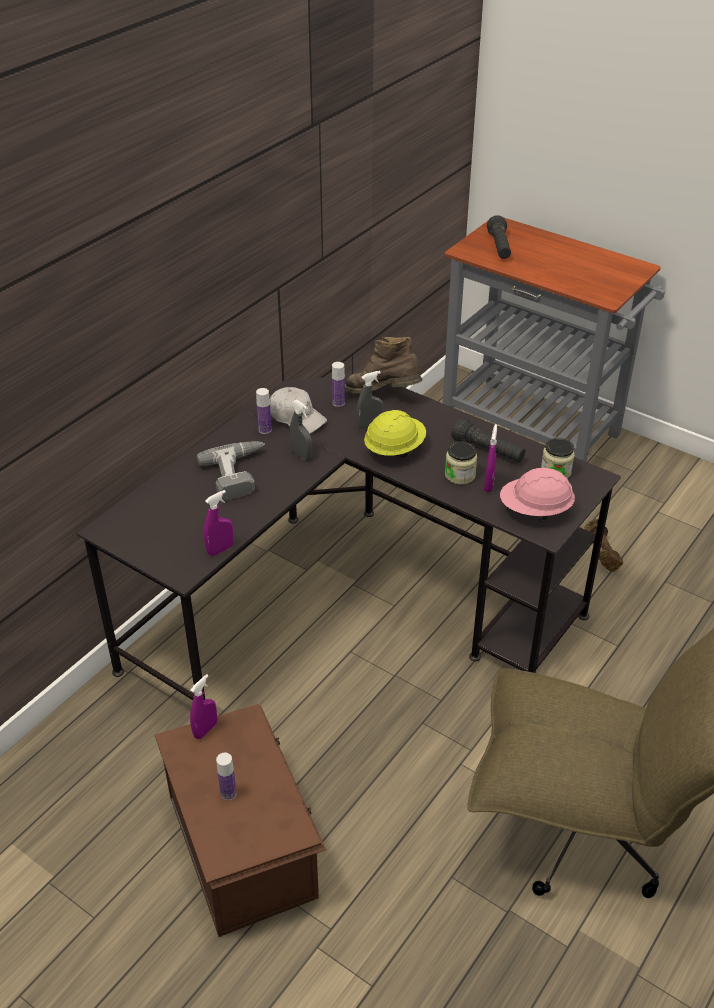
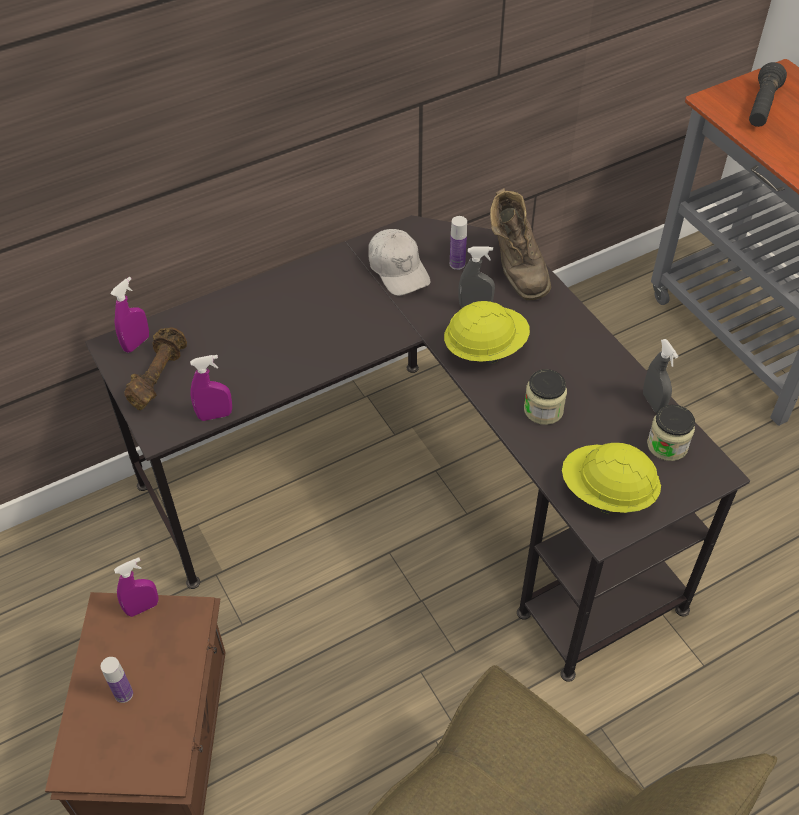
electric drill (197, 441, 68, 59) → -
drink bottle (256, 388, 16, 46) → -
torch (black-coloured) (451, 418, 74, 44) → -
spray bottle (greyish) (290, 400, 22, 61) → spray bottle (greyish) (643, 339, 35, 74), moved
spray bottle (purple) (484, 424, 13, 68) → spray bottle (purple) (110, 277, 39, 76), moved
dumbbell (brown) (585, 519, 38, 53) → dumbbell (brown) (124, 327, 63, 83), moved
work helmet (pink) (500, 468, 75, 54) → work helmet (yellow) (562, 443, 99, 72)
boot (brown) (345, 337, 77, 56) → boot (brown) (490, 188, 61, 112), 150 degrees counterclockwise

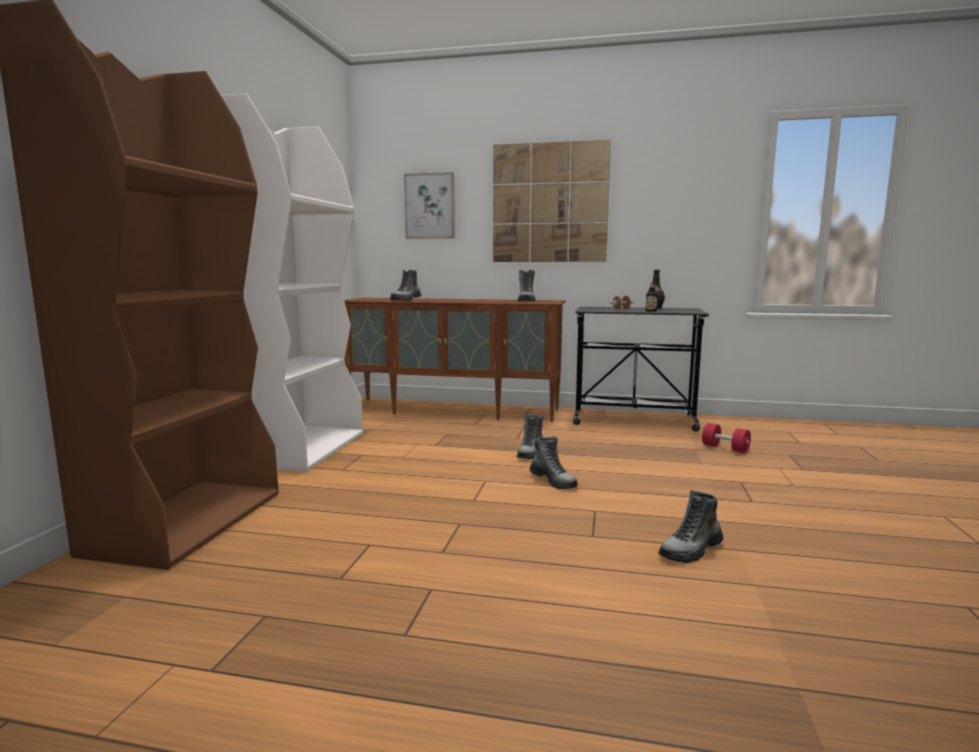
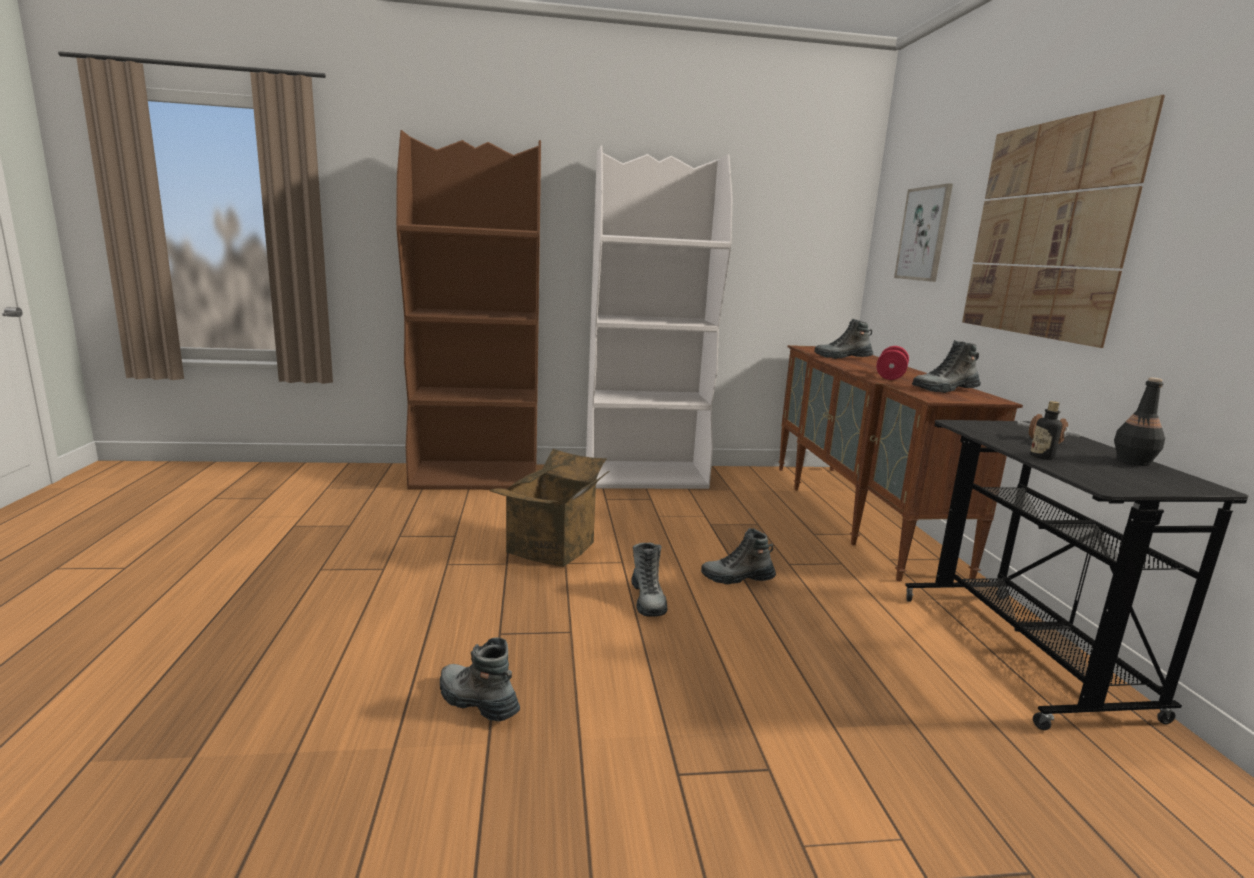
- → cardboard box (489, 449, 120, 118)
dumbbell (reddish) (702, 423, 49, 30) → dumbbell (reddish) (876, 346, 33, 34), moved
boot (530, 436, 48, 53) → boot (631, 543, 36, 74), 45 degrees counterclockwise

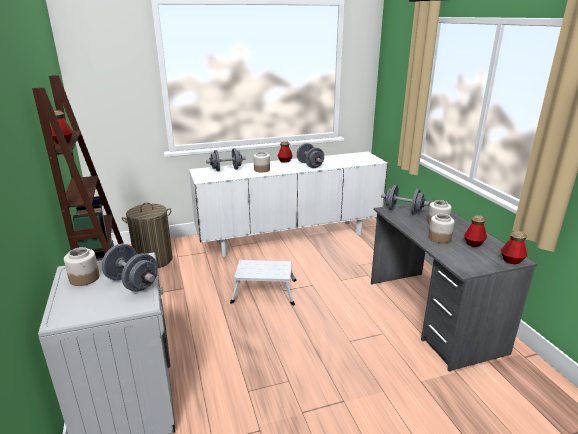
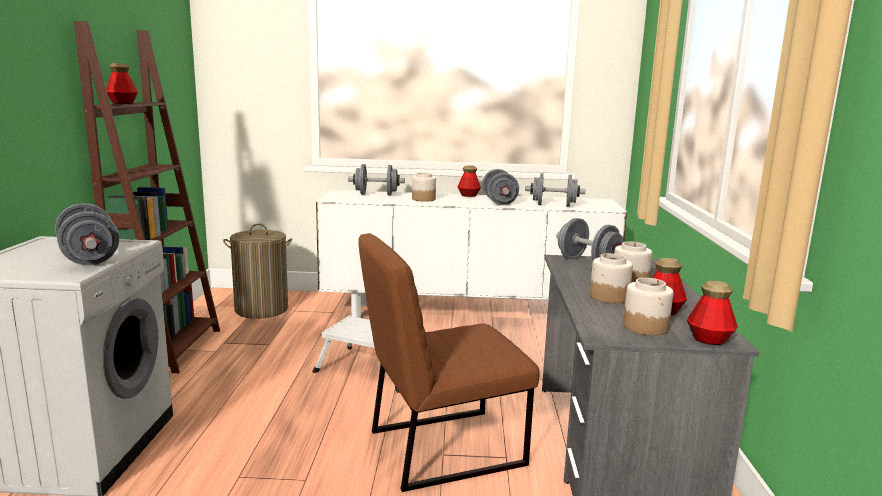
- → upright chair (brown) (359, 233, 181, 259)
- → dumbbell (greyish) (525, 173, 60, 34)
jar (64, 247, 36, 39) → jar (623, 278, 50, 58), moved

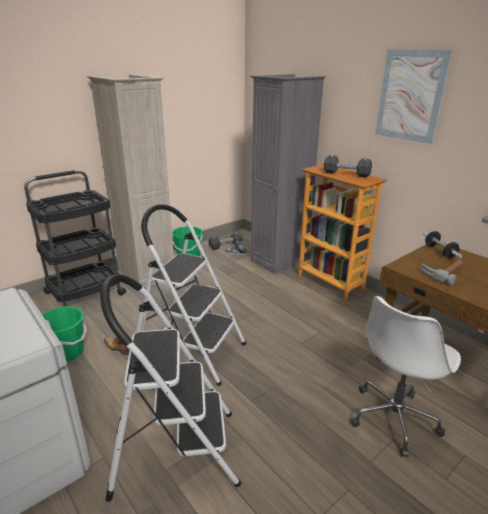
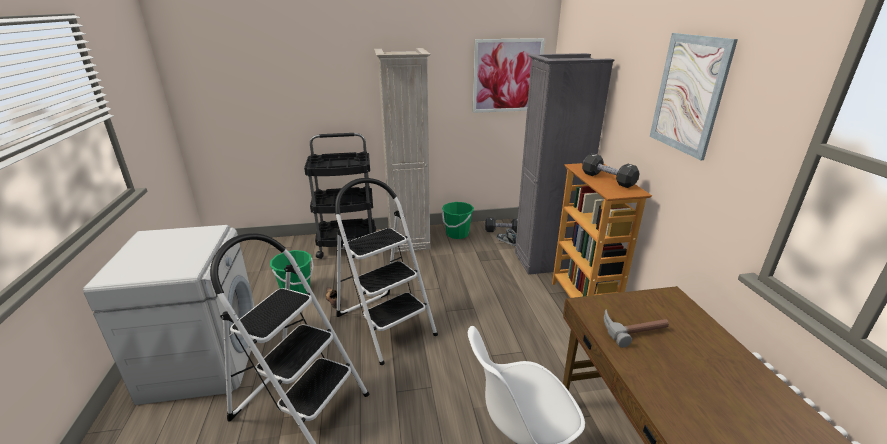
dumbbell (423, 231, 40, 27) → -
- → wall art (473, 38, 72, 75)

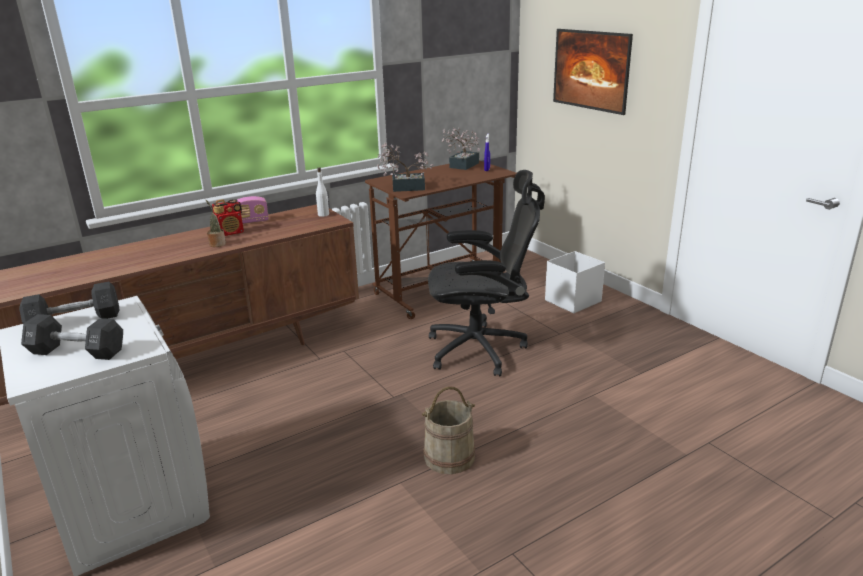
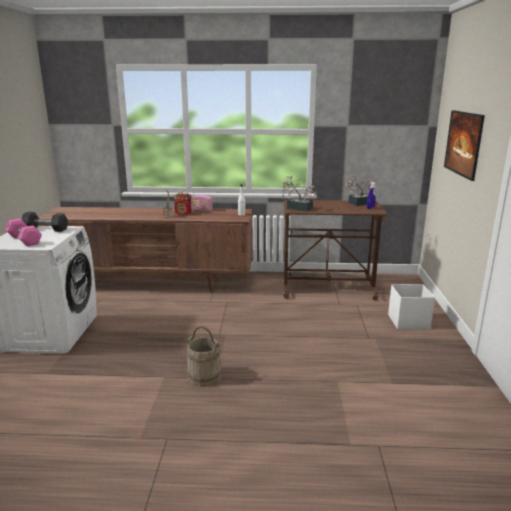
computer chair (428, 170, 117, 206) → -
dumbbell (black-coloured) (21, 314, 102, 46) → dumbbell (pink) (5, 219, 37, 28)

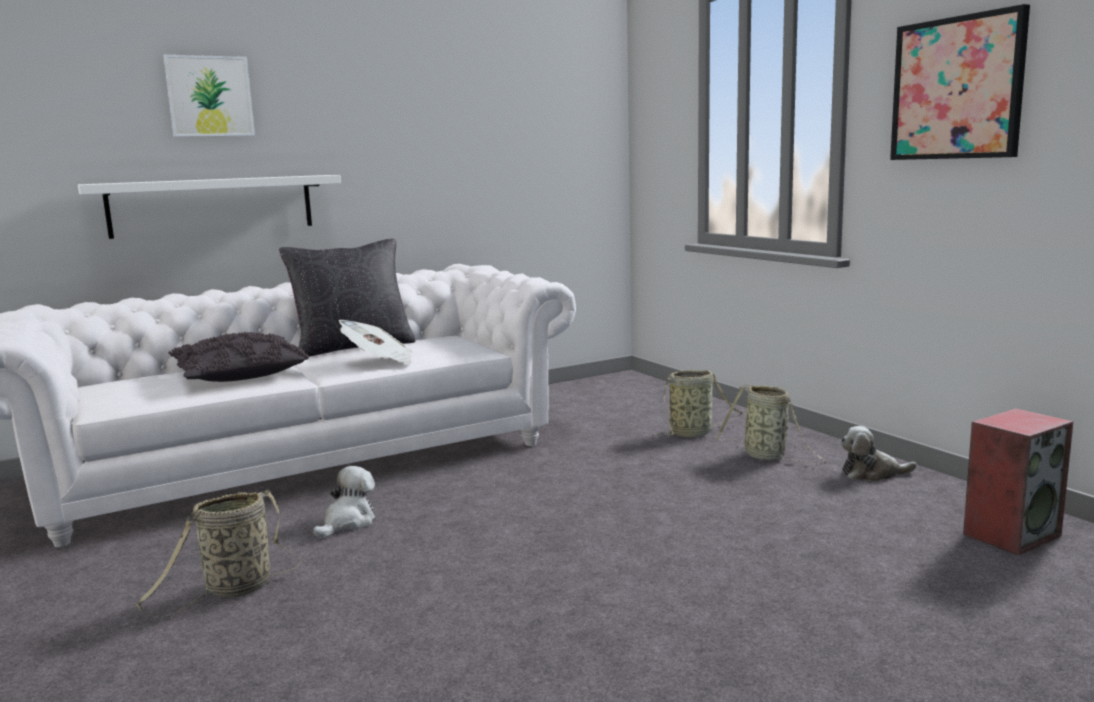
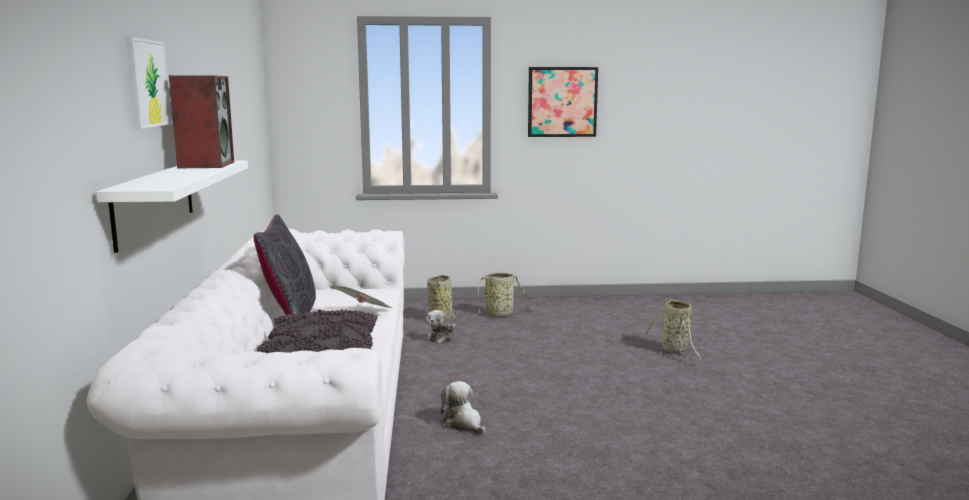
household basket (136, 490, 165, 127) → household basket (644, 299, 60, 61), moved
cuddly toy (840, 426, 77, 56) → cuddly toy (426, 310, 30, 33), moved
audio speaker (963, 408, 111, 147) → audio speaker (169, 75, 65, 93), moved

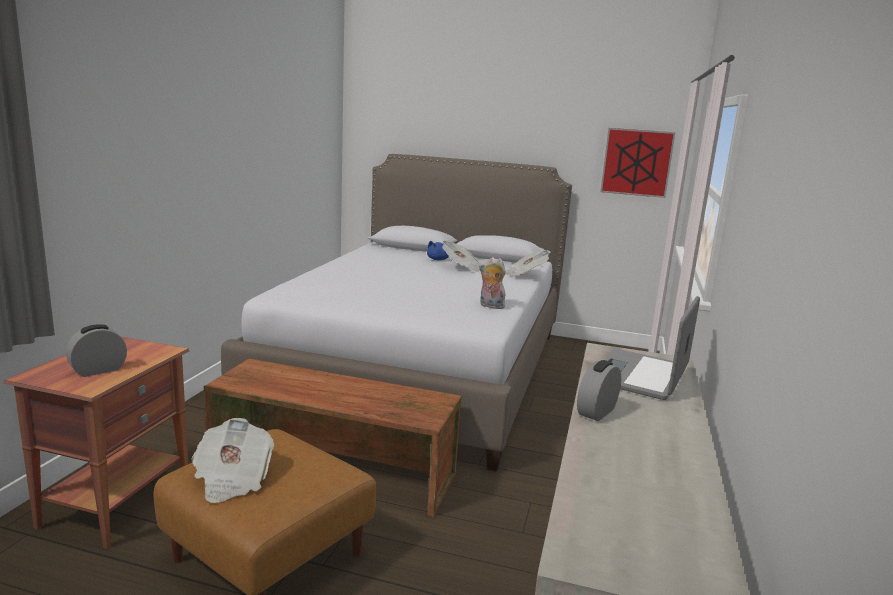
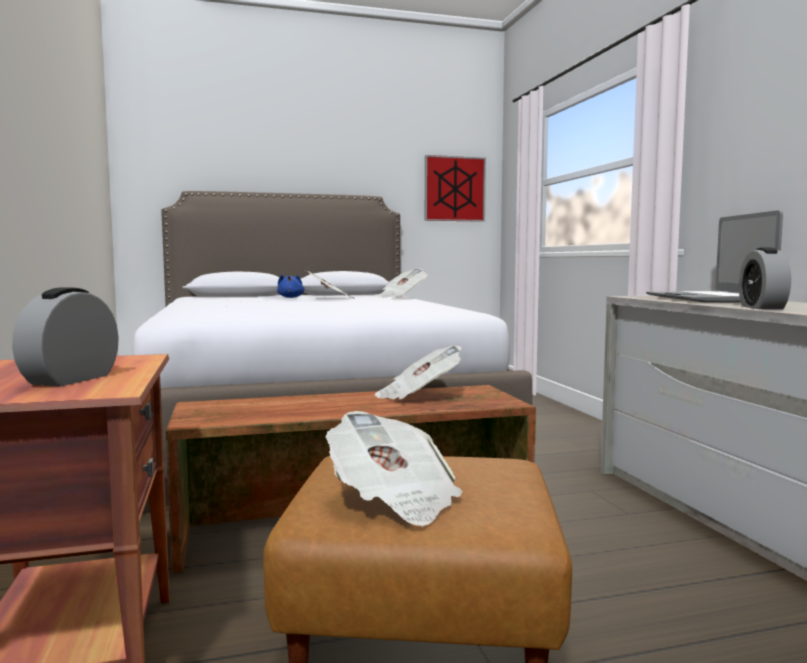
cuddly toy (479, 257, 27, 52) → -
- → printed paper (375, 346, 88, 53)

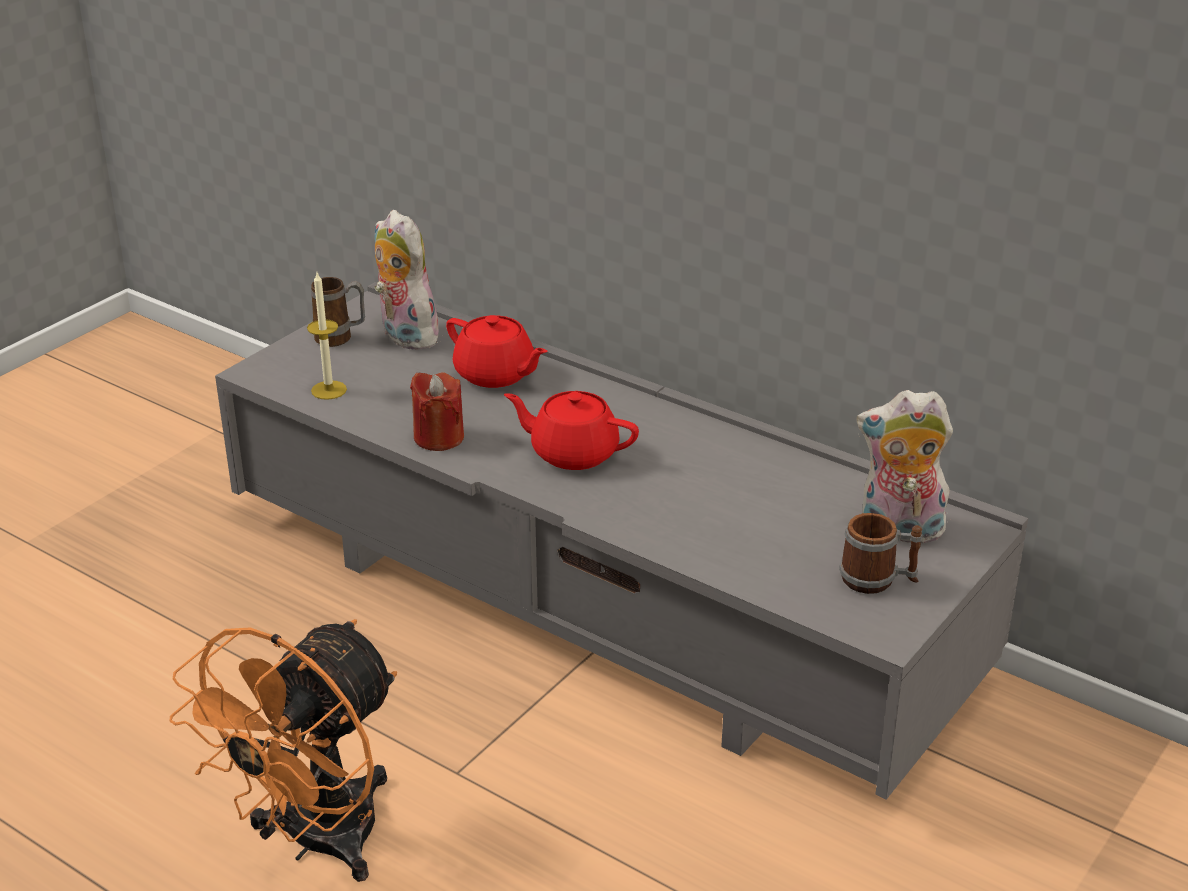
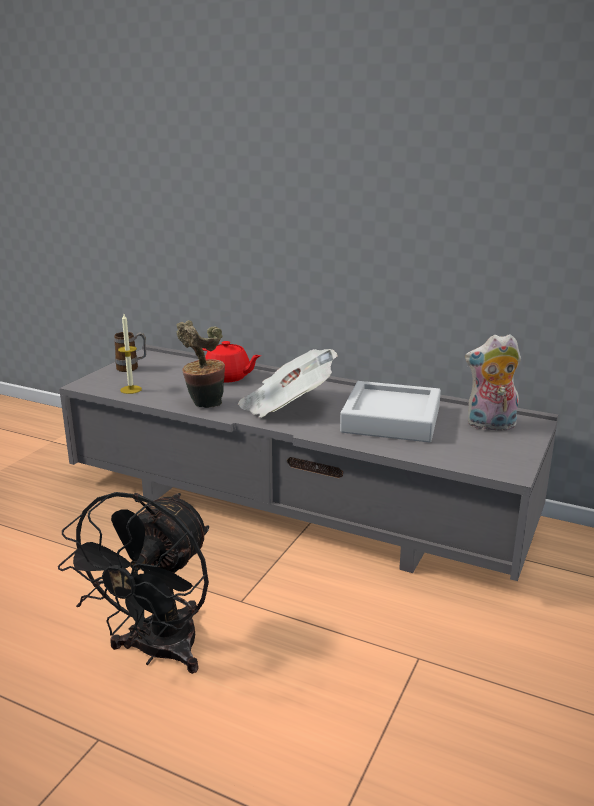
cuddly toy (374, 210, 70, 140) → -
coffee mug (839, 513, 84, 81) → -
- → carrying tray (greyish) (340, 381, 101, 61)
wax light (reddish) (410, 372, 54, 79) → plant in a pot (177, 320, 48, 88)
pot for tea (reddish) (504, 391, 135, 79) → printed paper (238, 349, 100, 69)
cooling fan (orangey) (169, 619, 228, 263) → cooling fan (black-coloured) (58, 492, 151, 182)

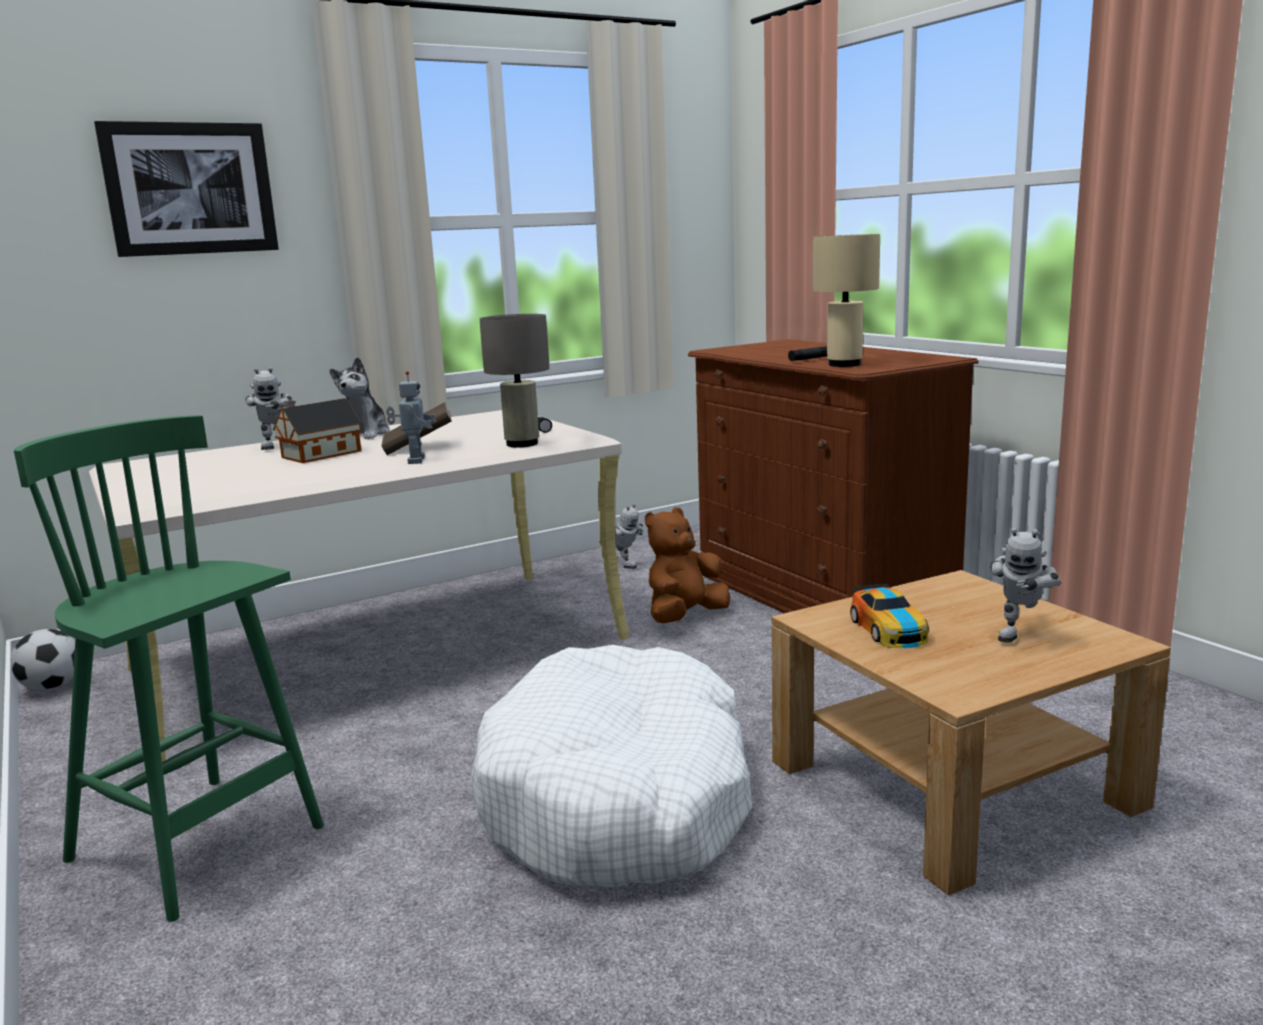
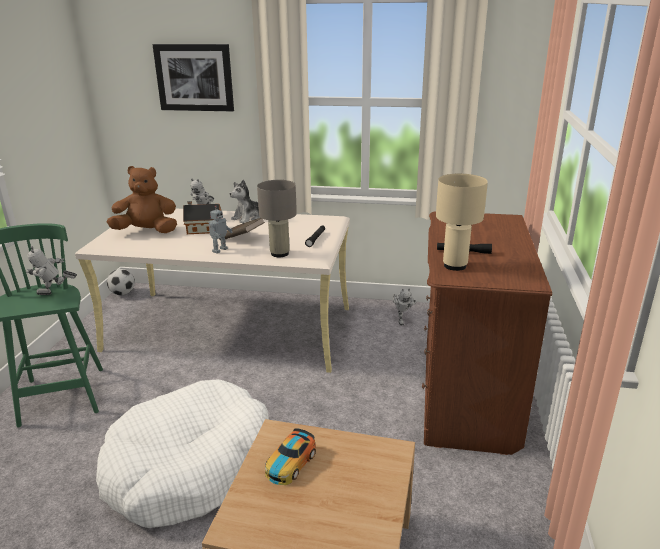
cuddly toy (brown) (645, 507, 85, 116) → cuddly toy (brown) (107, 166, 70, 67), moved
toy robot (990, 528, 71, 115) → toy robot (26, 246, 51, 49), moved

